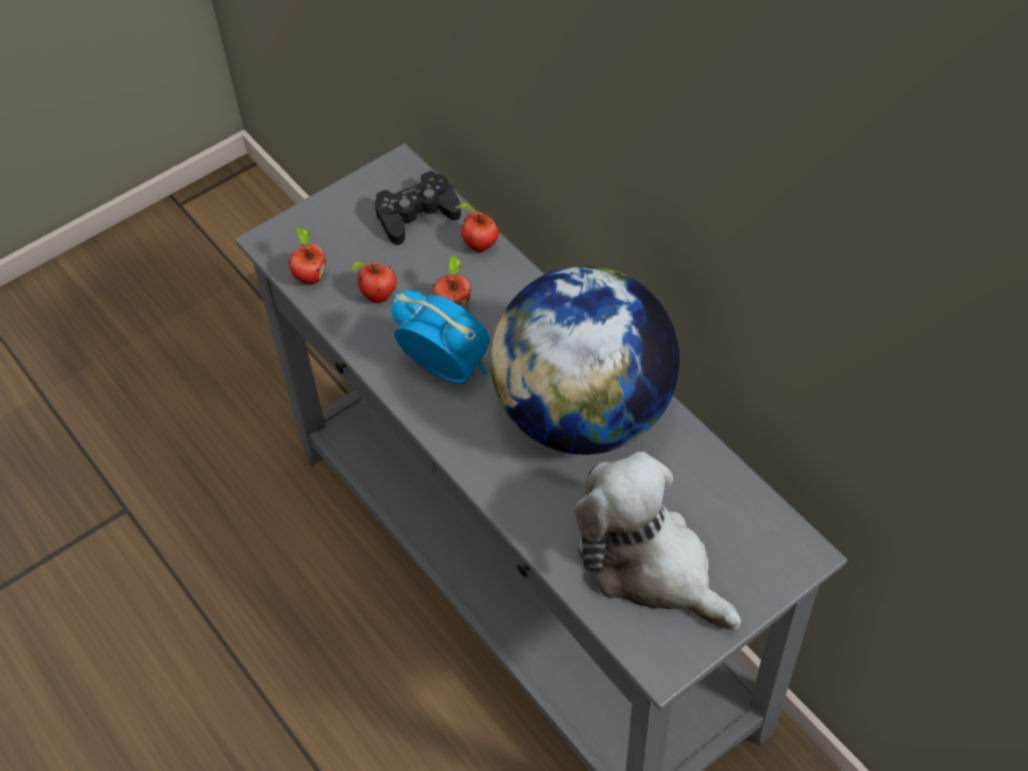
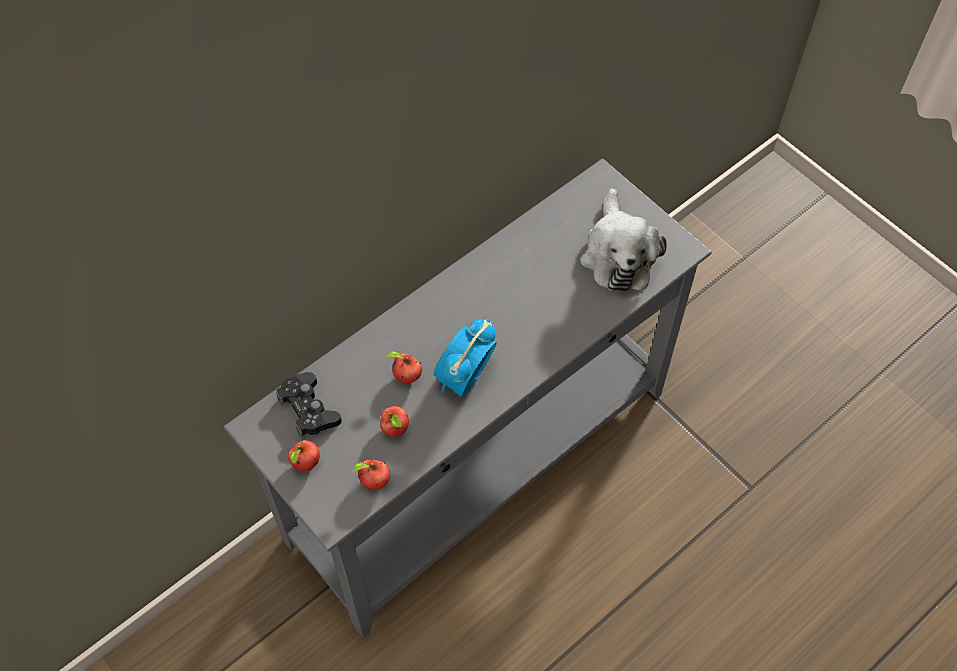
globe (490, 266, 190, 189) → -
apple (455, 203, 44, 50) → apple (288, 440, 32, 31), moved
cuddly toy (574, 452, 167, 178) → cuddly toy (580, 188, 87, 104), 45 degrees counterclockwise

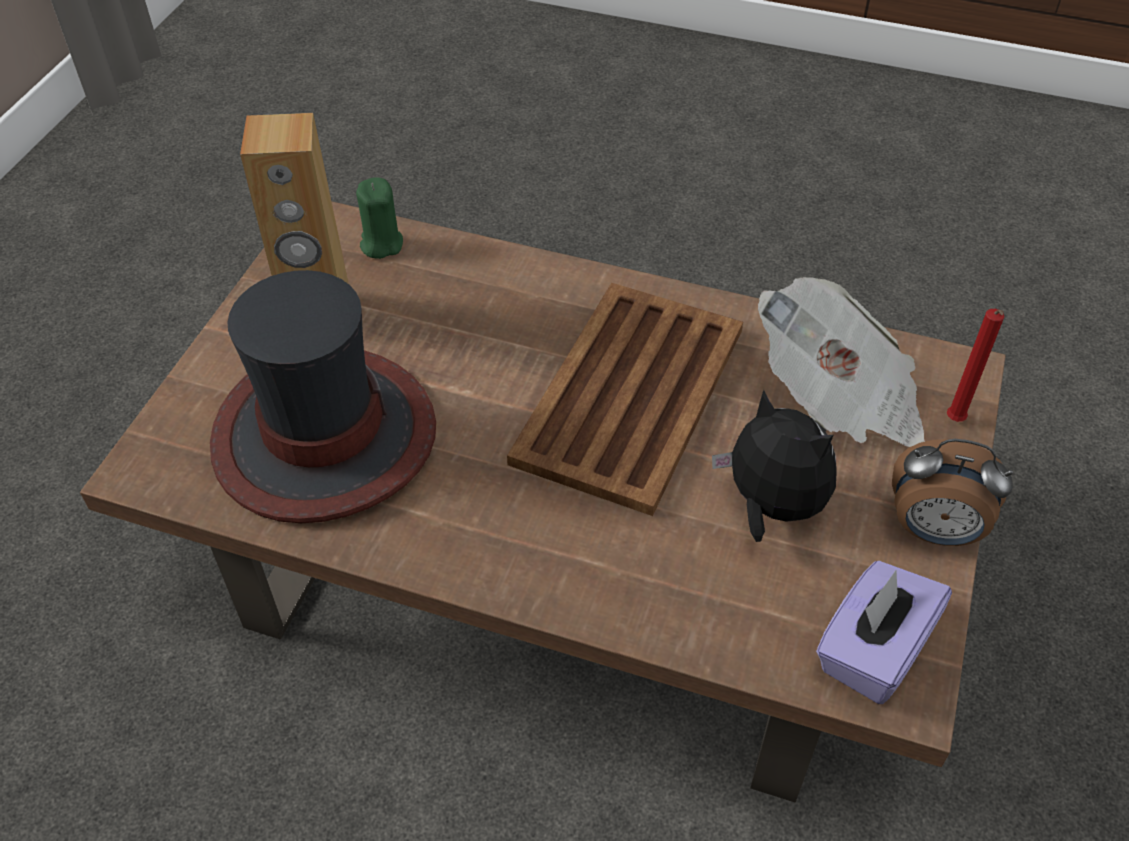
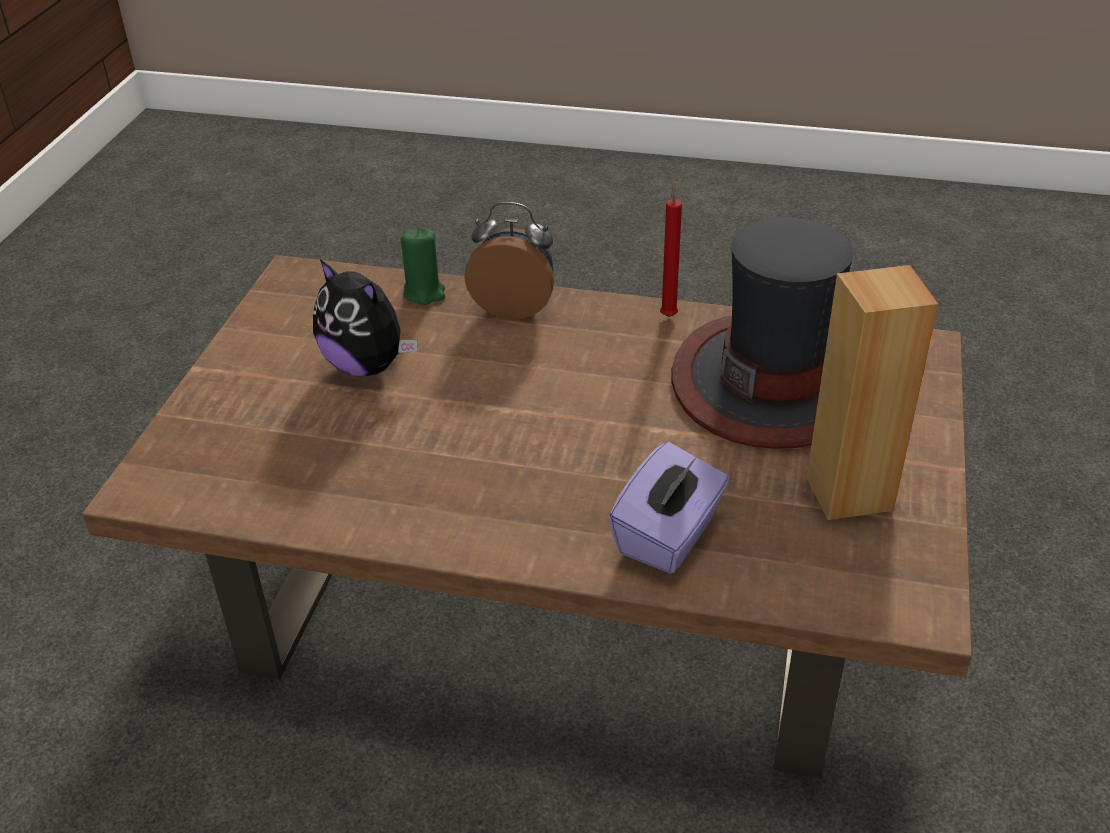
carrying tray (brown) (507, 283, 236, 233) → -
printed paper (758, 277, 167, 170) → -
wax light (green) (356, 177, 47, 82) → wax light (green) (401, 227, 44, 78), moved
box of tissues (purple) (816, 561, 136, 143) → box of tissues (purple) (609, 442, 120, 132), moved
table clock (892, 439, 121, 107) → table clock (465, 202, 89, 117), moved
wax light (reddish) (947, 309, 58, 113) → wax light (reddish) (660, 182, 22, 135), moved

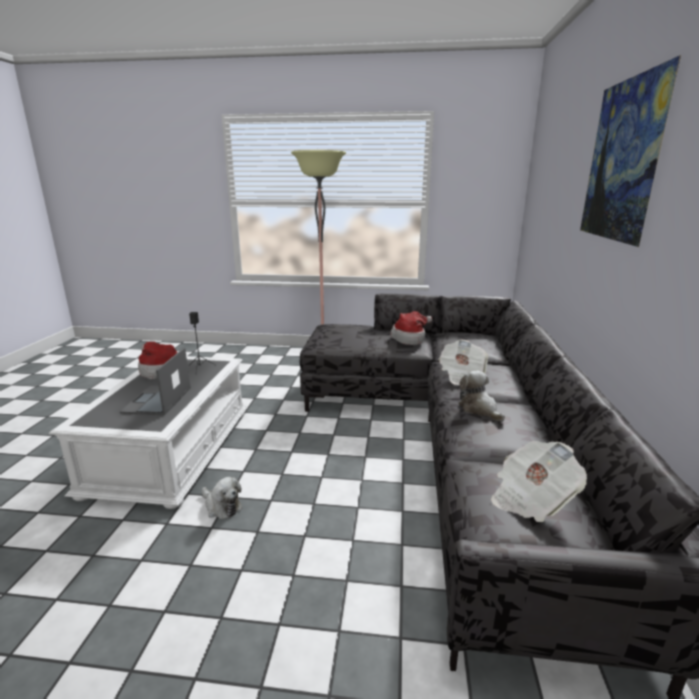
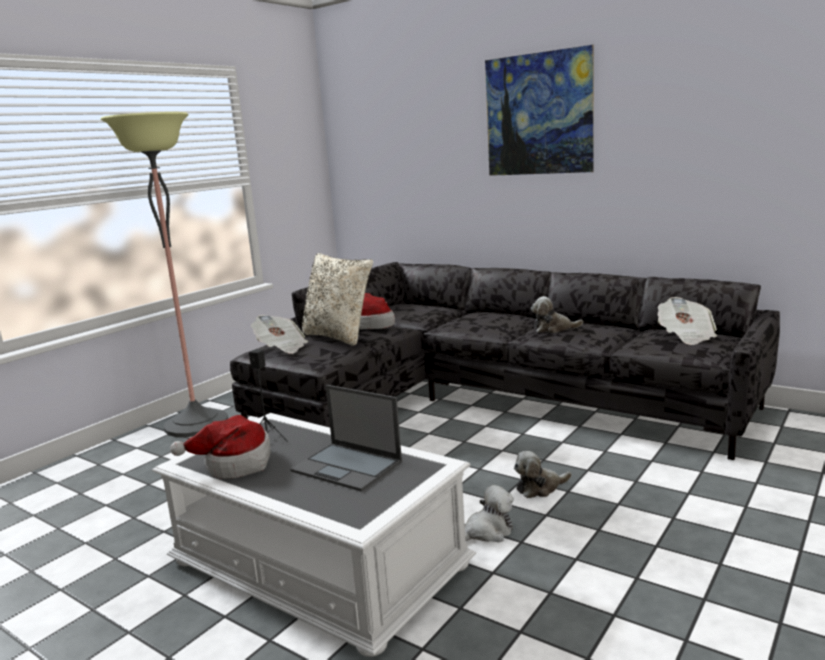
- → pillow (beige-coloured) (302, 253, 71, 93)
- → cuddly toy (514, 451, 58, 47)
printed paper (439, 340, 50, 45) → printed paper (251, 315, 57, 39), moved

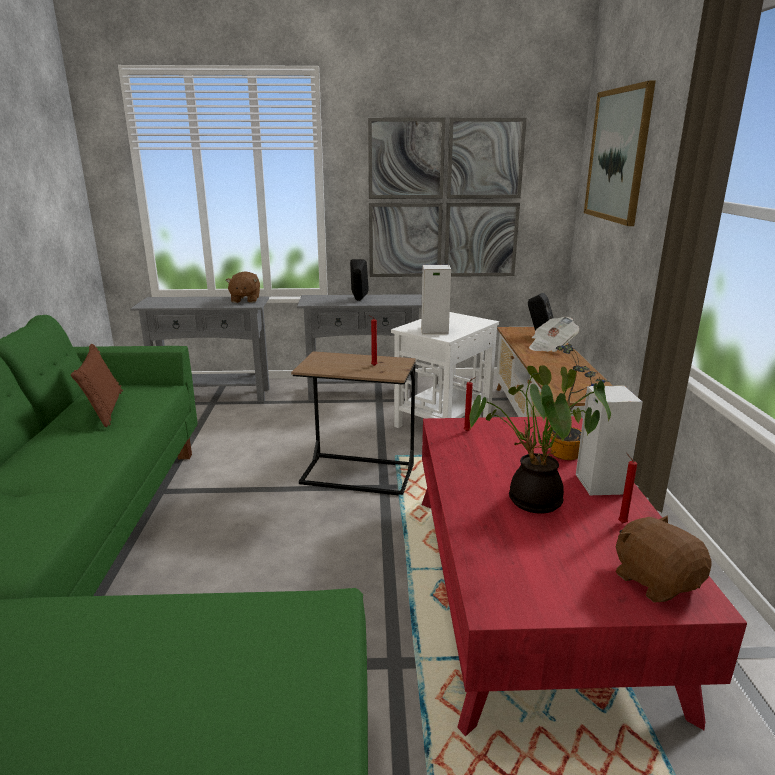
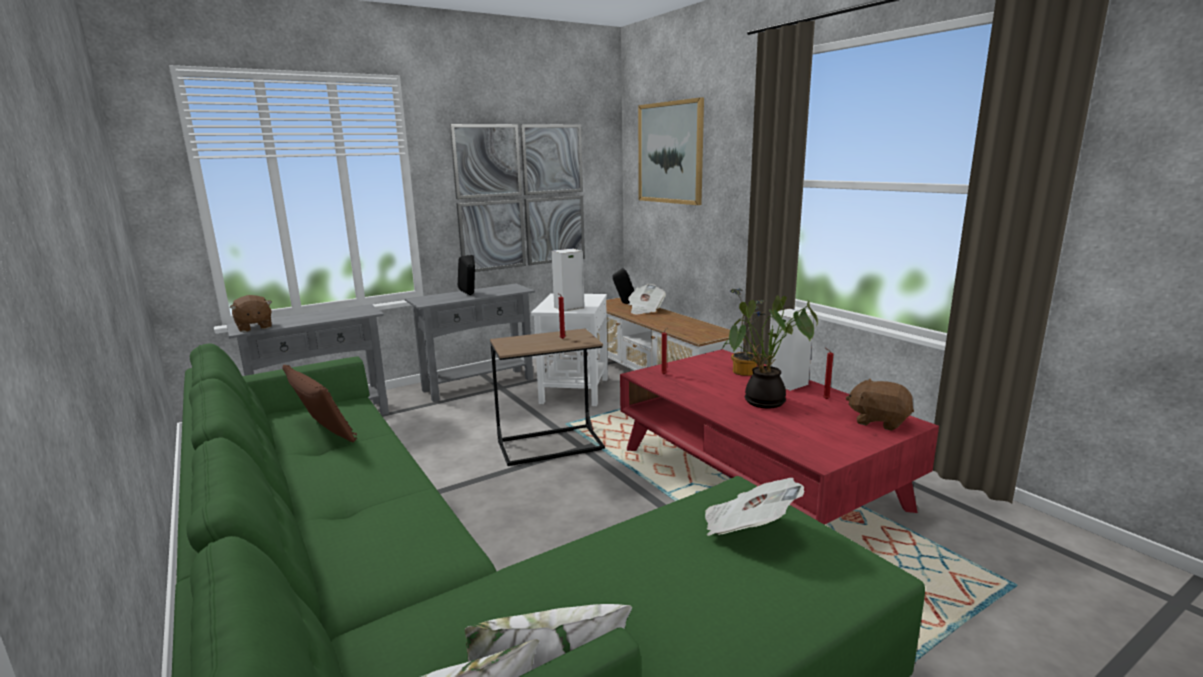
- → printed paper (705, 478, 99, 58)
cuddly toy (brown) (226, 271, 34, 32) → cuddly toy (brown) (230, 295, 42, 37), moved

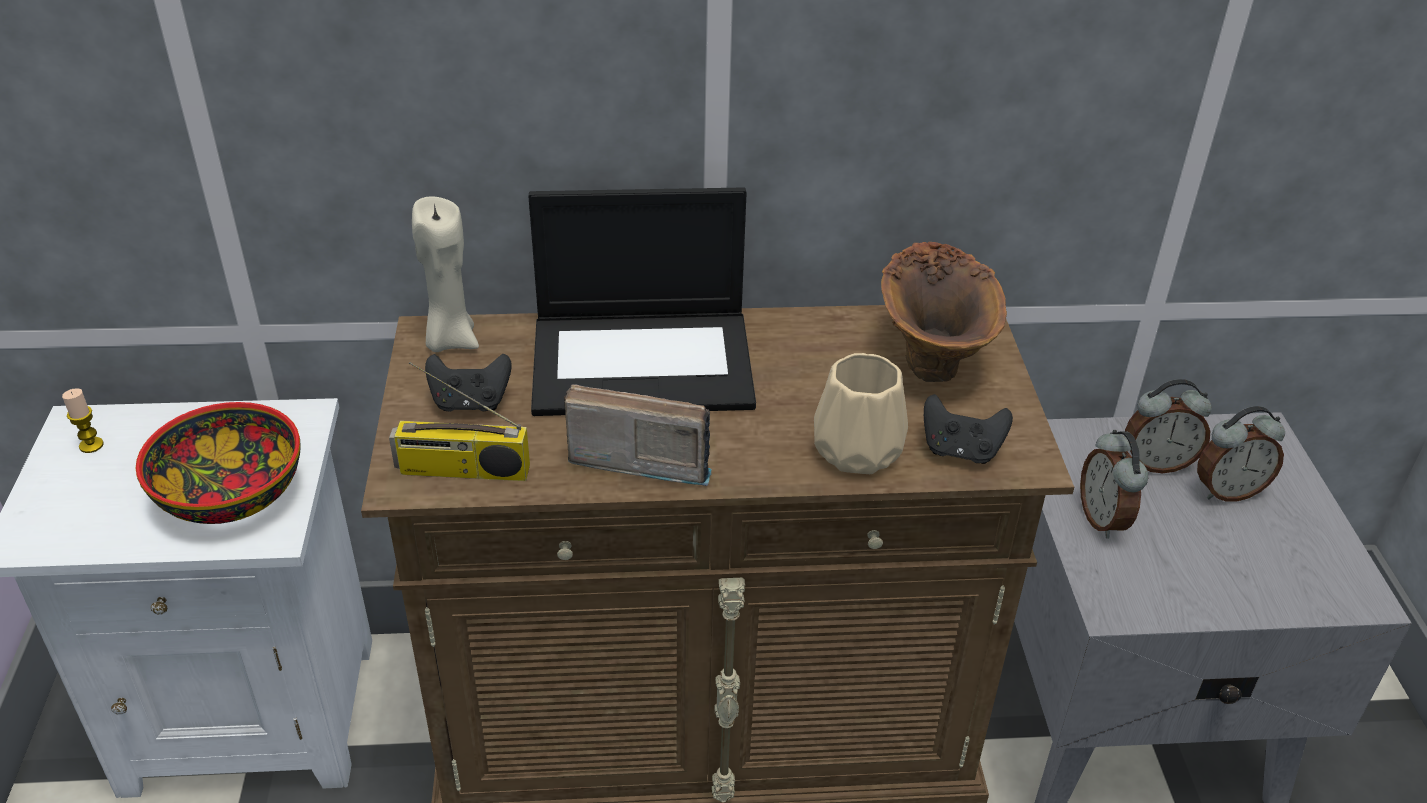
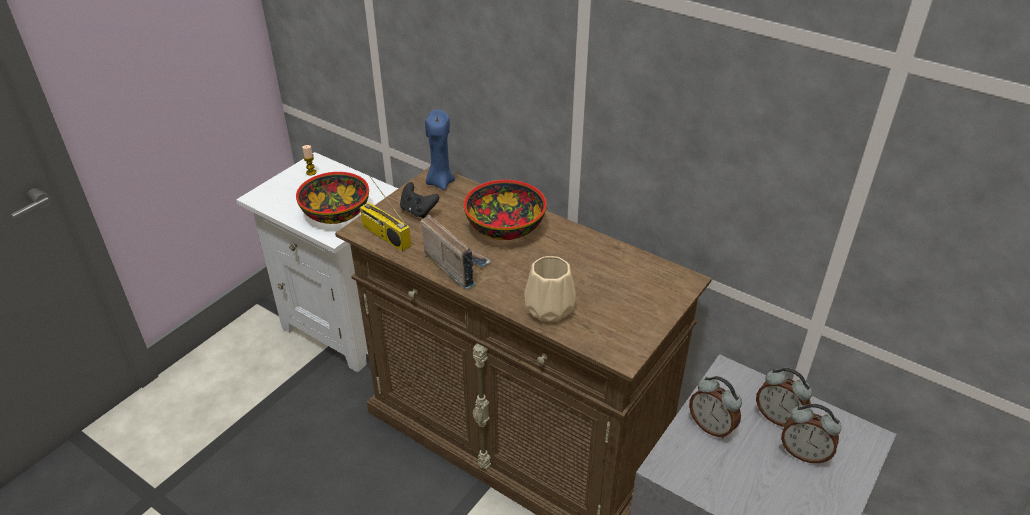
decorative vase (brown) (881, 242, 126, 140) → -
gamepad (black-coloured) (924, 394, 89, 70) → -
portable computer (529, 187, 227, 229) → bowl (464, 180, 83, 60)
wax light (beige-coloured) (412, 197, 67, 155) → wax light (blue-coloured) (425, 109, 30, 81)
table clock (1080, 430, 68, 109) → table clock (689, 376, 53, 62), 75 degrees counterclockwise

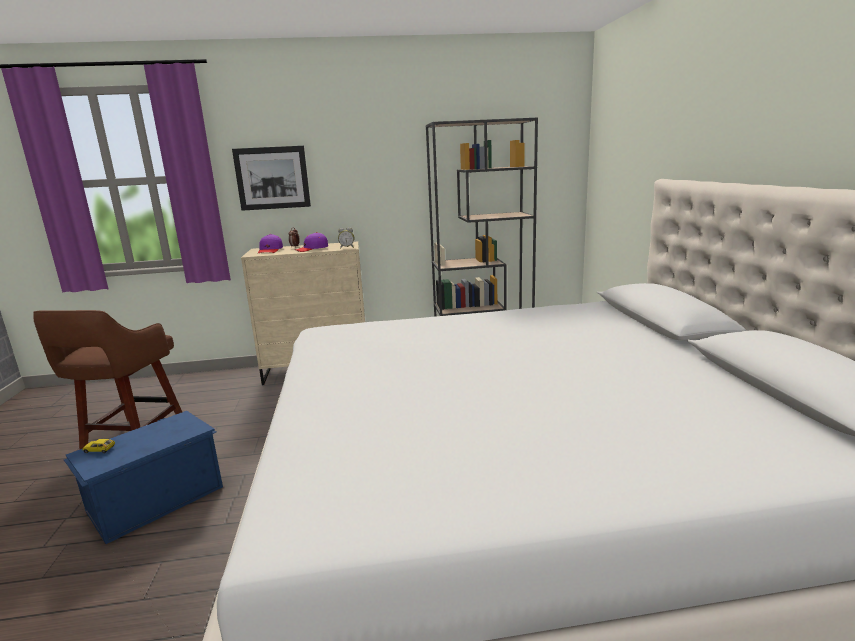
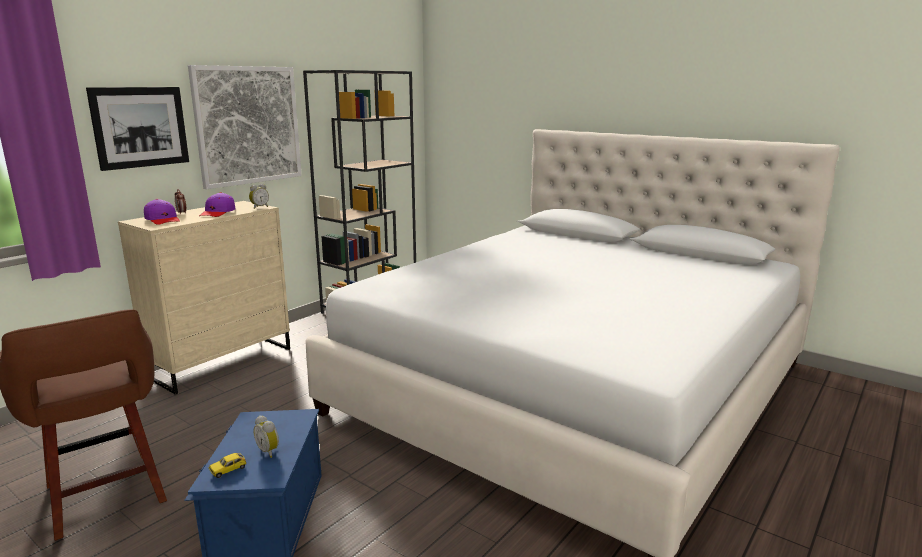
- → wall art (188, 65, 114, 124)
- → table clock (253, 415, 26, 43)

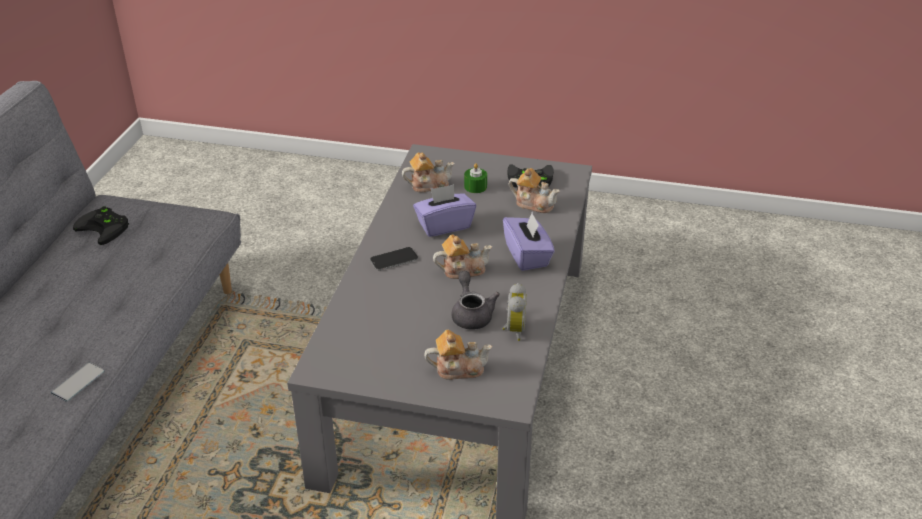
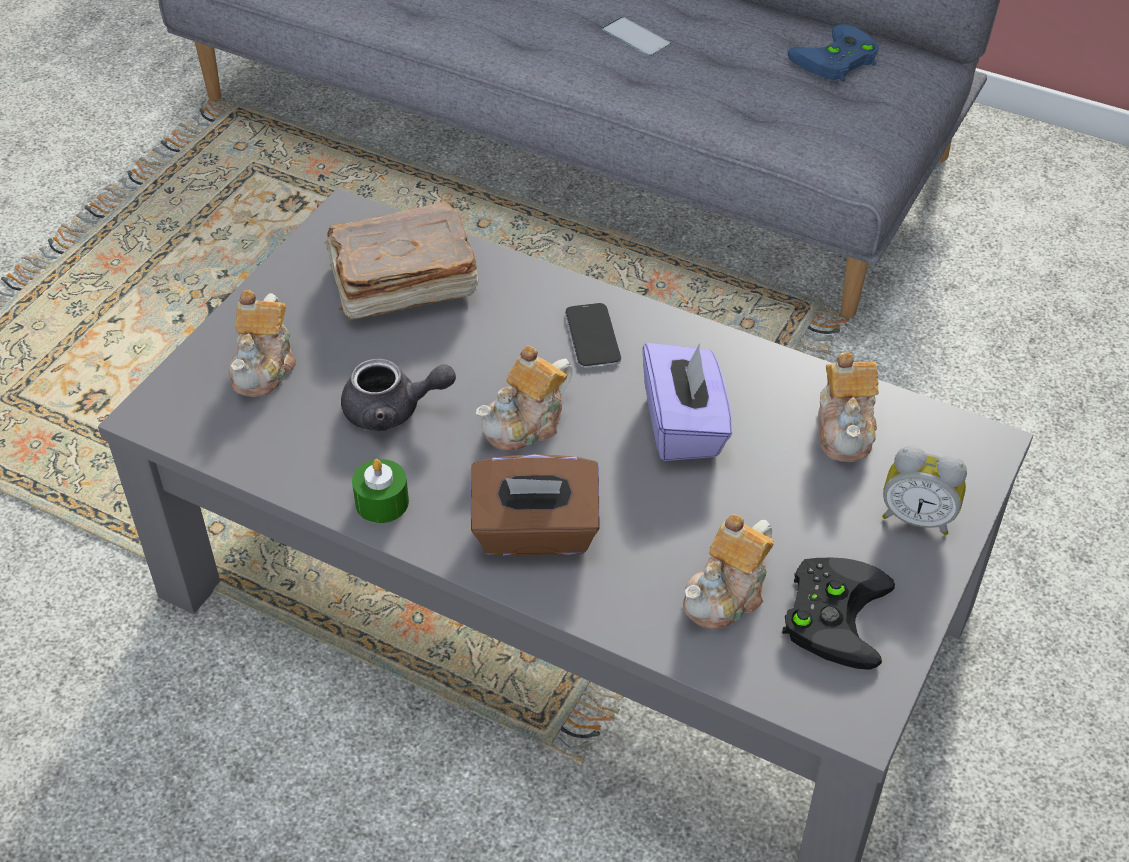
- → book (brown) (325, 202, 153, 119)
phone (51, 363, 54, 39) → phone (602, 17, 69, 39), moved
wax light (green) (464, 163, 23, 30) → wax light (green) (352, 459, 57, 64), moved
table clock (502, 283, 25, 58) → table clock (882, 445, 85, 90), moved
gamepad (black-coloured) (73, 206, 56, 39) → gamepad (blue-coloured) (788, 24, 91, 58)
box of tissues (purple) (503, 212, 52, 59) → box of tissues (brown) (471, 454, 129, 102)
pot for tea (433, 234, 59, 45) → pot for tea (476, 345, 97, 106), 45 degrees clockwise

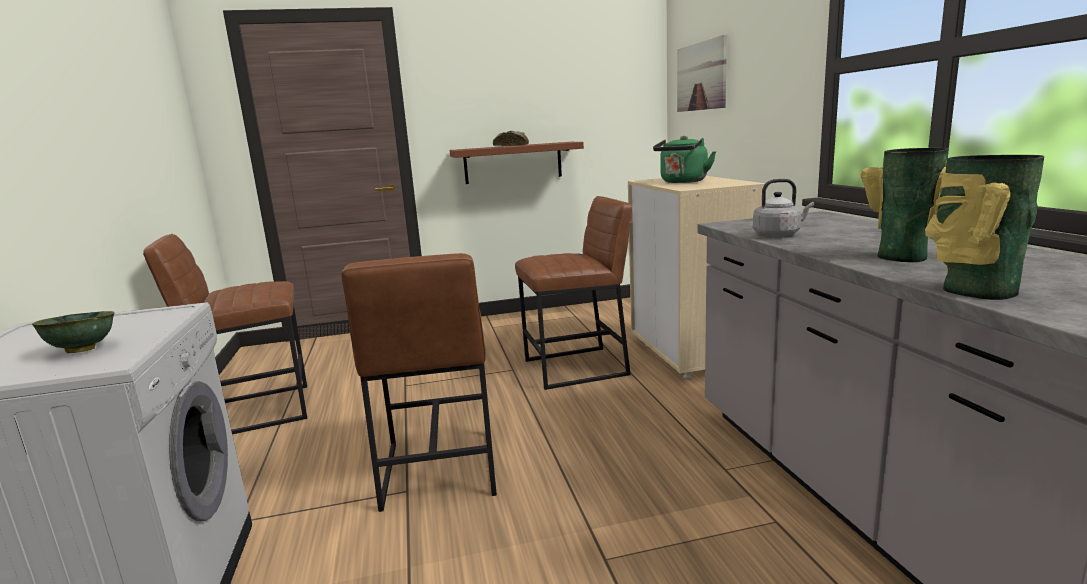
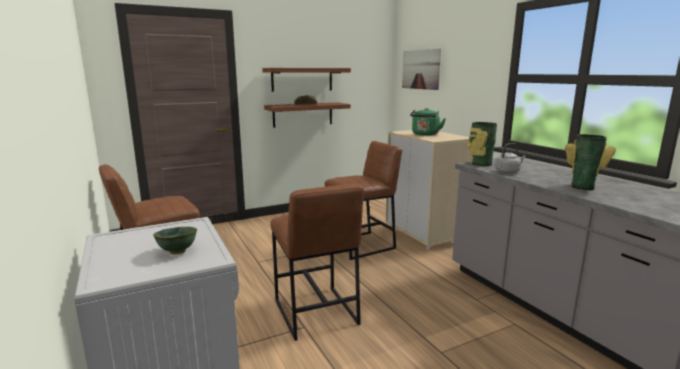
- → wall shelf (brown) (262, 68, 89, 24)
decorative vase (925, 155, 119, 145) → decorative vase (467, 122, 30, 44), moved

